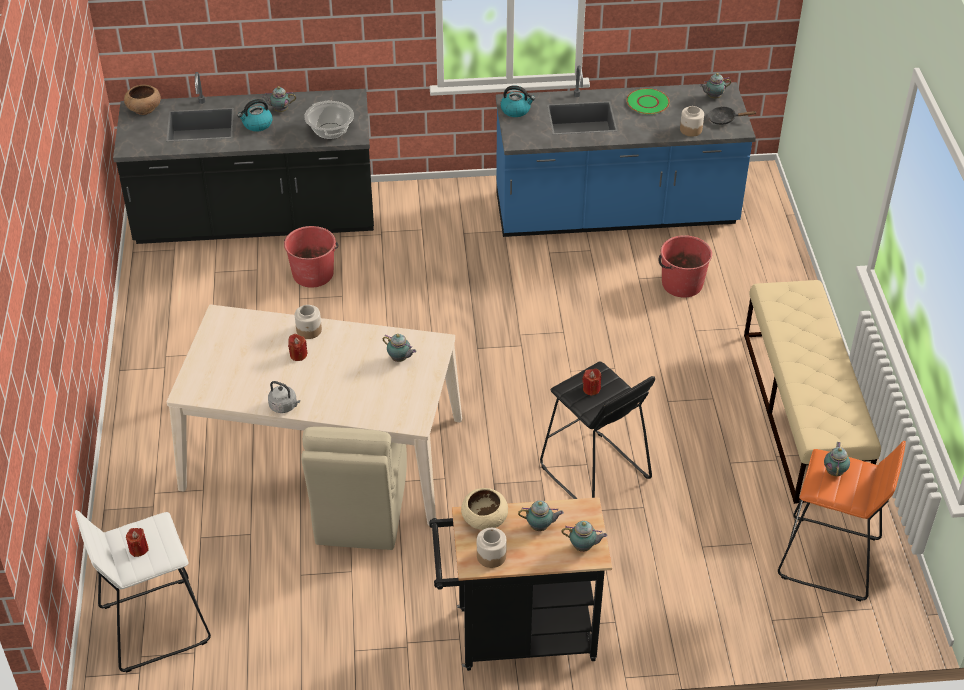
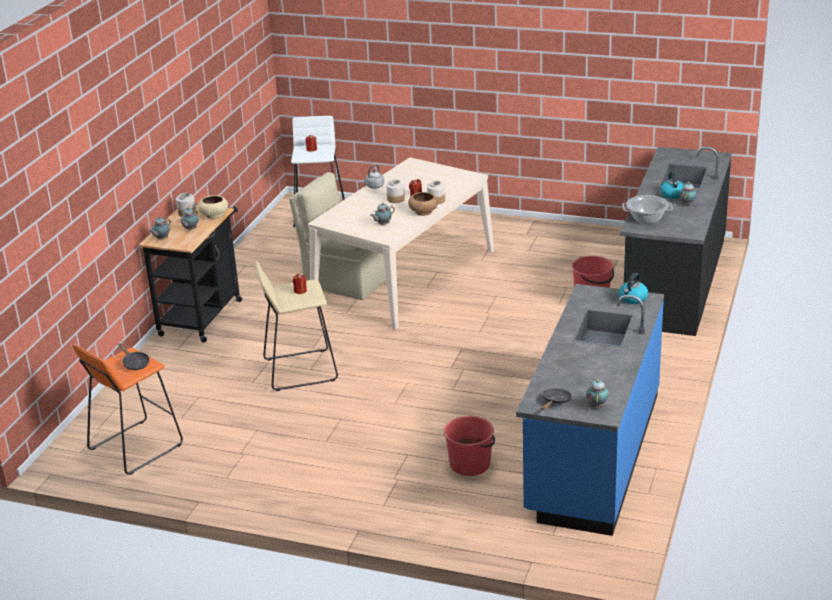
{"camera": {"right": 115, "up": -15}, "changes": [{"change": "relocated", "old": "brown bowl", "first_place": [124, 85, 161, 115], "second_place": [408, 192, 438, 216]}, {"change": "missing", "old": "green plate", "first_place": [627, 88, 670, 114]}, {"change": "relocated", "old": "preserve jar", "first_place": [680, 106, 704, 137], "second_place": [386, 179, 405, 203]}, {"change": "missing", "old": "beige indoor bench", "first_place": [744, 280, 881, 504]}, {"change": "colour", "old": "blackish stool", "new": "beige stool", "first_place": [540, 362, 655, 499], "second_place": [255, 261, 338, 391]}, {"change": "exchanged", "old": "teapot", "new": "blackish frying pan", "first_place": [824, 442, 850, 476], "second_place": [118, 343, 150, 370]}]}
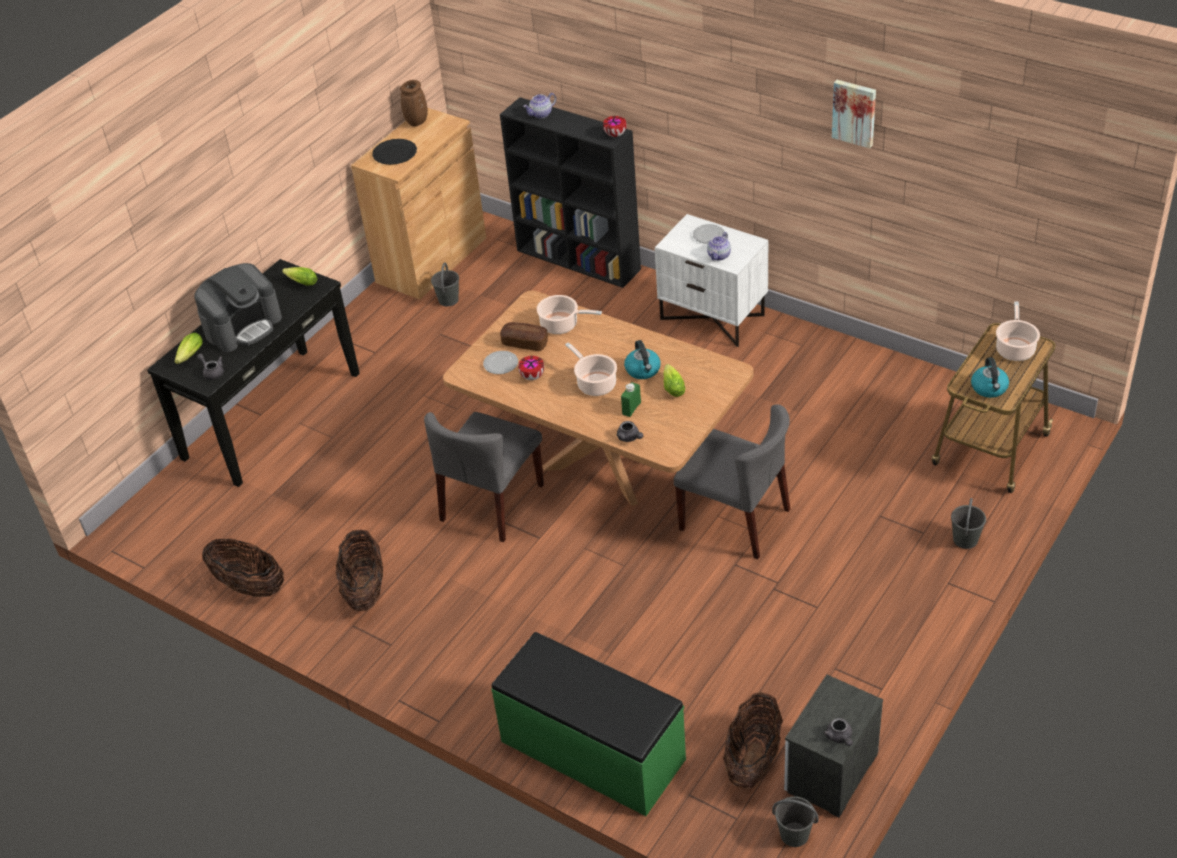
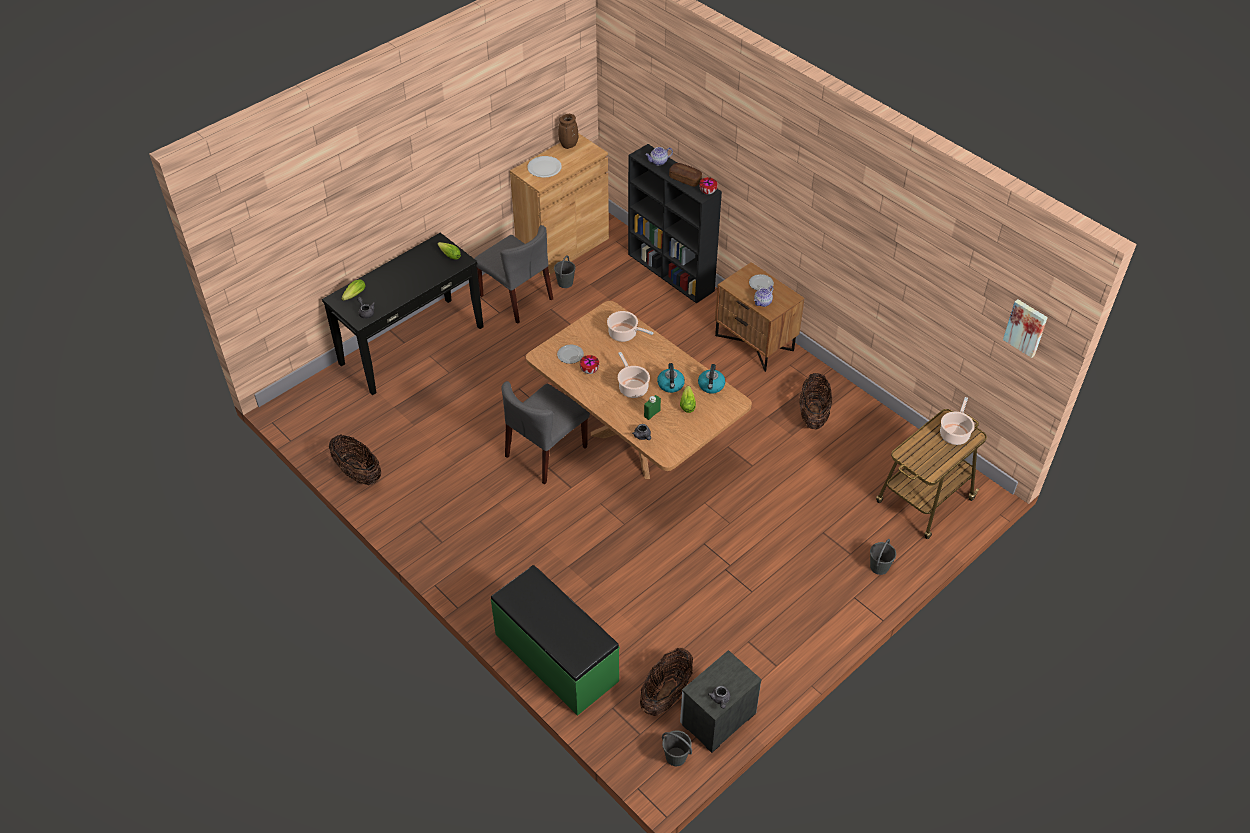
{"camera": {"right": 10, "up": 5}, "changes": [{"change": "relocated", "old": "wall art", "first_place": [832, 80, 876, 148], "second_place": [1003, 299, 1048, 358]}, {"change": "colour", "old": "blackish plate", "new": "white-coloured plate", "first_place": [372, 139, 417, 165], "second_place": [528, 156, 562, 178]}, {"change": "colour", "old": "white-coloured night table", "new": "brown night table", "first_place": [655, 214, 768, 347], "second_place": [715, 262, 804, 372]}, {"change": "missing", "old": "coffee maker", "first_place": [194, 263, 282, 352]}, {"change": "relocated", "old": "bakery bread", "first_place": [500, 322, 548, 351], "second_place": [669, 163, 702, 187]}, {"change": "relocated", "old": "tea kettle", "first_place": [971, 357, 1009, 398], "second_place": [698, 364, 725, 394]}, {"change": "relocated", "old": "greyish upright chair", "first_place": [674, 404, 790, 559], "second_place": [474, 225, 553, 324]}, {"change": "relocated", "old": "basket", "first_place": [336, 530, 383, 611], "second_place": [799, 373, 832, 430]}]}
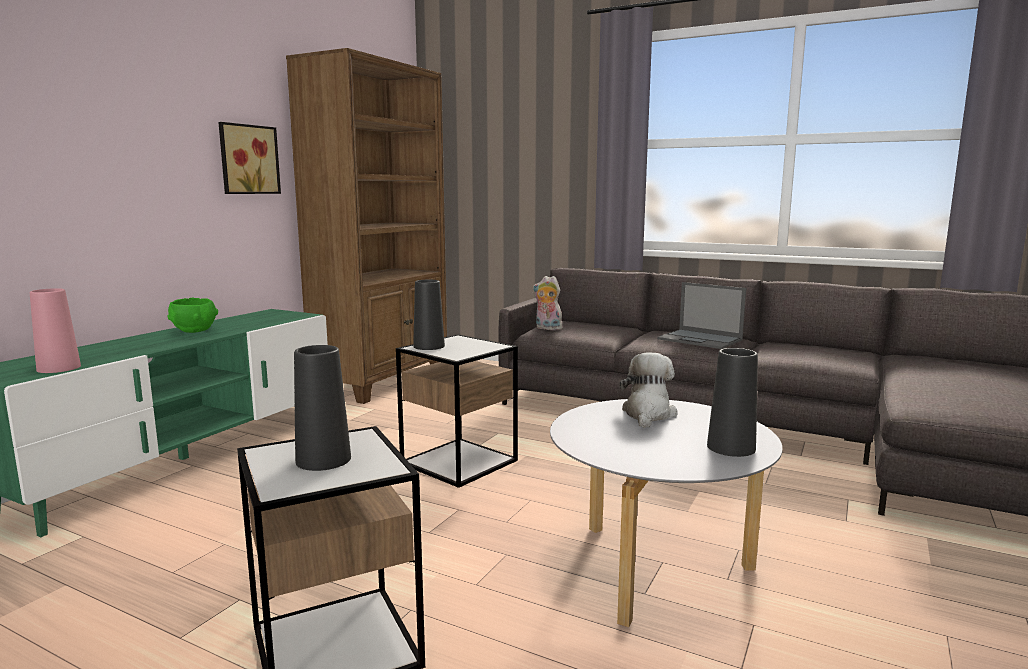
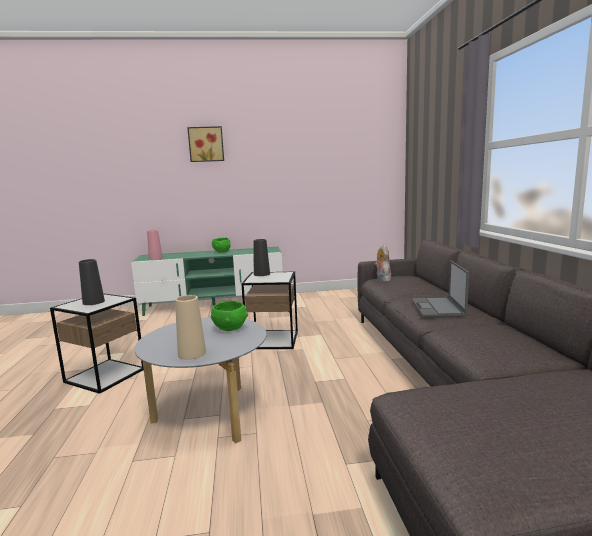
{"camera": {"right": 55, "up": 0}, "changes": [{"change": "missing", "old": "brown shelving unit", "first_place": [286, 48, 447, 404]}, {"change": "relocated", "old": "wall art", "first_place": [218, 122, 281, 194], "second_place": [187, 126, 224, 162]}, {"change": "colour", "old": "blackish flower vase", "new": "beige flower vase", "first_place": [707, 348, 758, 457], "second_place": [175, 295, 206, 360]}, {"change": "exchanged", "old": "cuddly toy", "new": "green bowl", "first_place": [619, 352, 678, 428], "second_place": [211, 301, 248, 331]}]}
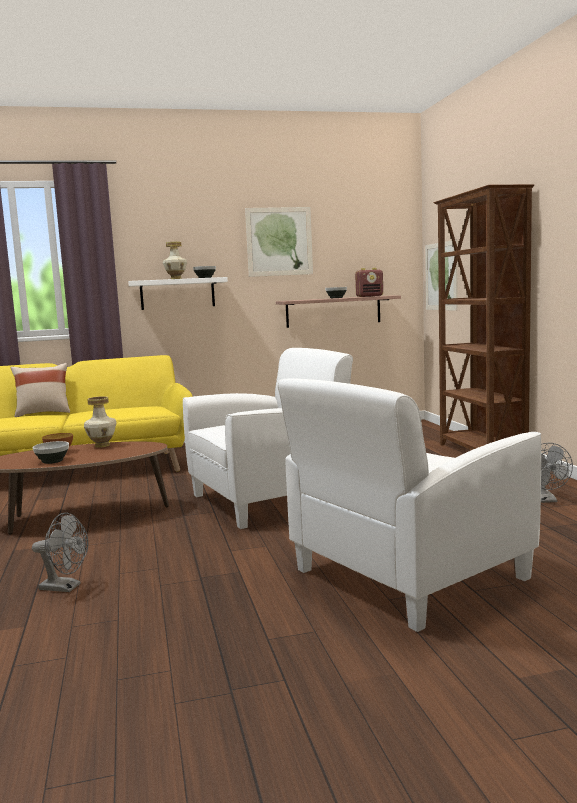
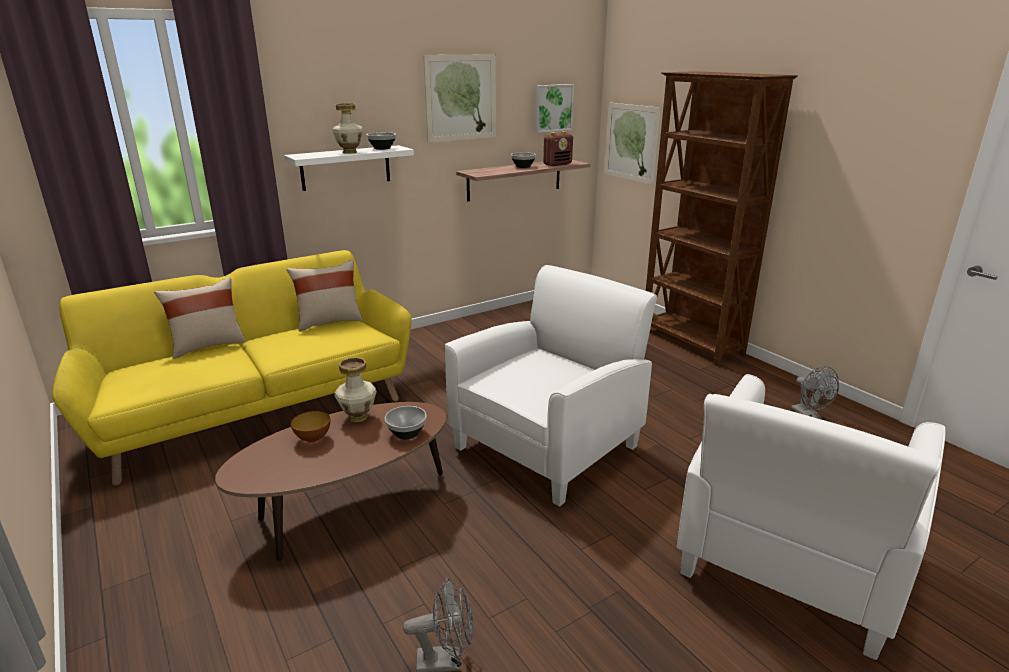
{"camera": {"right": -20, "up": 15}, "changes": [{"change": "relocated", "old": "bowl", "first_place": [32, 441, 69, 464], "second_place": [385, 406, 427, 439]}, {"change": "appeared", "new": "wall art", "second_place": [535, 84, 574, 133]}, {"change": "appeared", "new": "beige cushion", "second_place": [287, 260, 363, 332]}]}
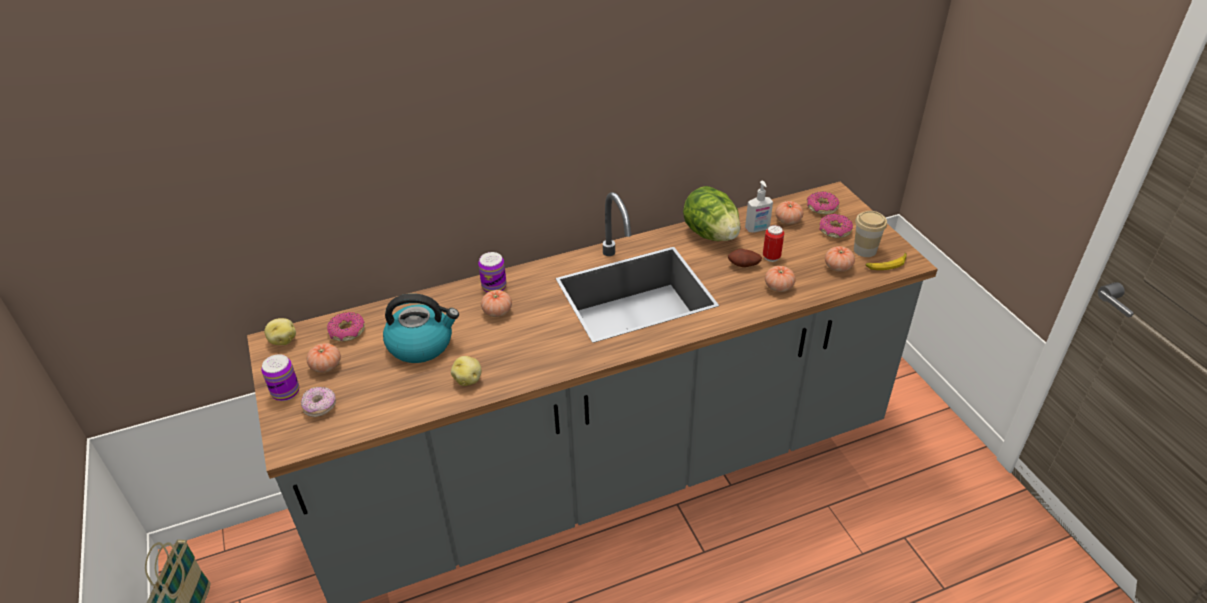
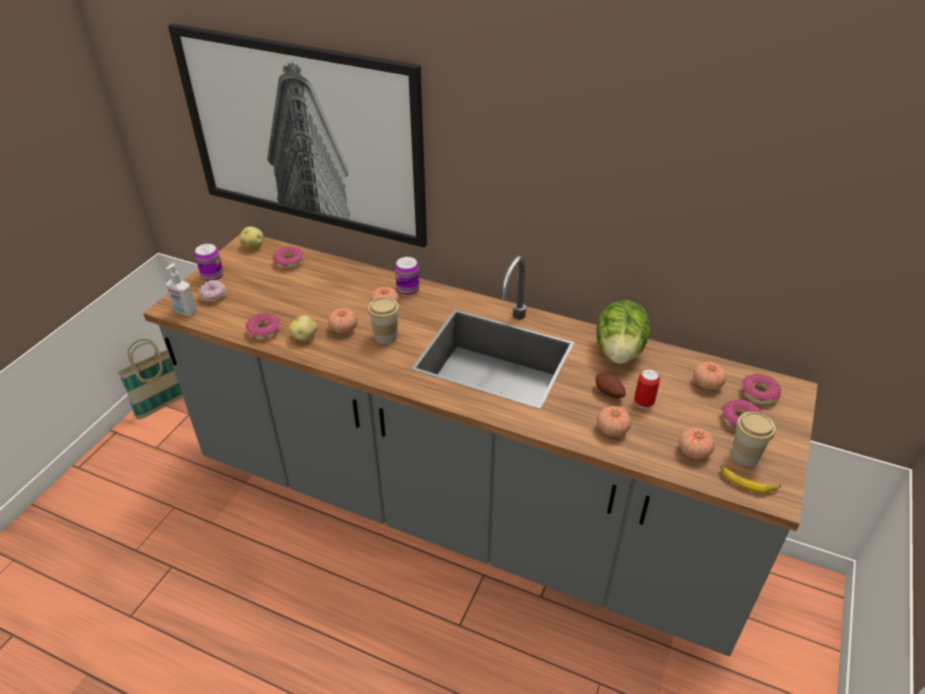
{"camera": {"right": 45, "up": 0}, "changes": [{"change": "relocated", "old": "soap dispenser", "first_place": [745, 181, 773, 233], "second_place": [166, 263, 197, 316]}, {"change": "missing", "old": "tea kettle", "first_place": [383, 294, 459, 363]}, {"change": "relocated", "old": "fresh tomato", "first_place": [306, 343, 341, 373], "second_place": [328, 308, 358, 334]}, {"change": "appeared", "new": "wall art", "second_place": [168, 23, 427, 248]}, {"change": "appeared", "new": "small cup", "second_place": [368, 297, 399, 344]}, {"change": "appeared", "new": "doughnut", "second_place": [245, 313, 281, 340]}]}
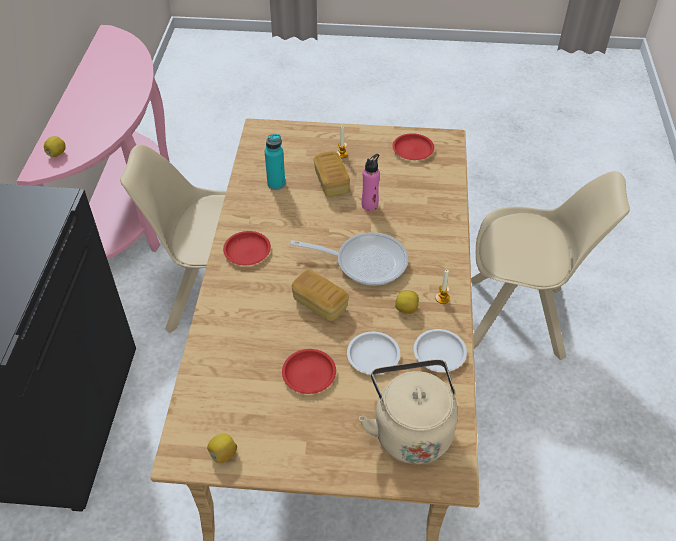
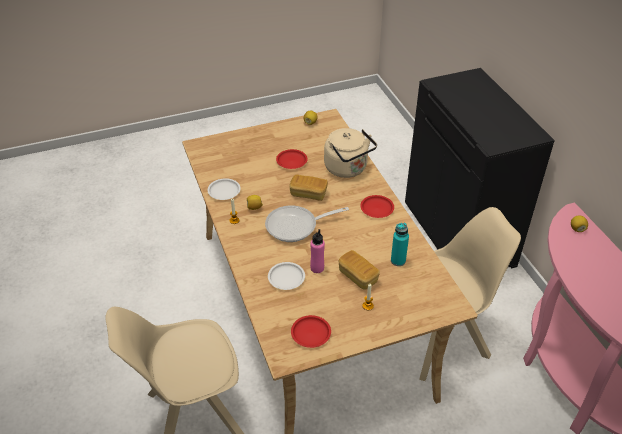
{"camera": {"right": 155, "up": -5}, "changes": [{"change": "relocated", "old": "white-coloured plate", "first_place": [347, 332, 400, 375], "second_place": [268, 262, 305, 290]}, {"change": "relocated", "old": "beige tea kettle", "first_place": [359, 359, 458, 464], "second_place": [324, 128, 377, 178]}]}
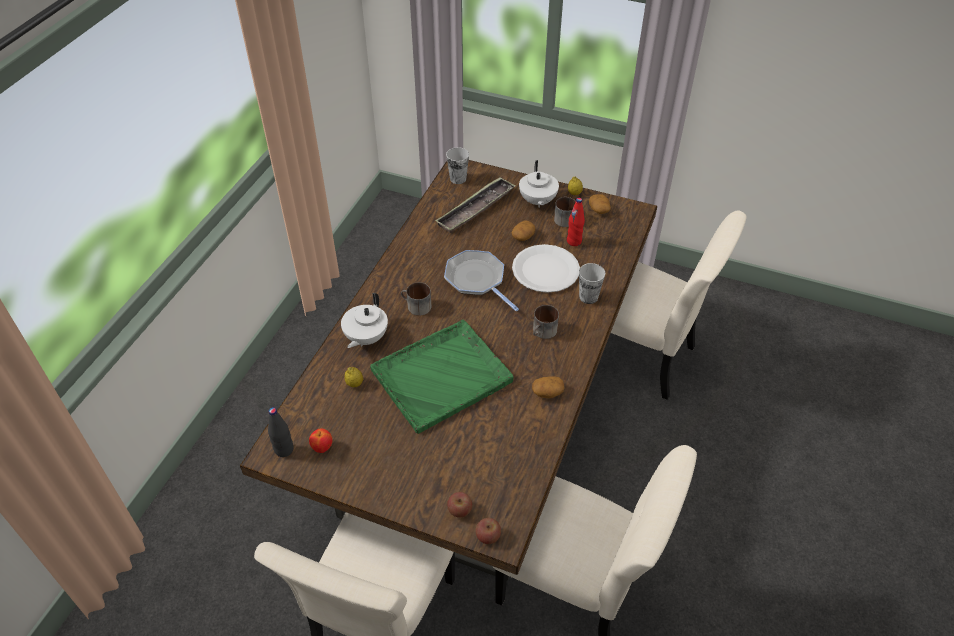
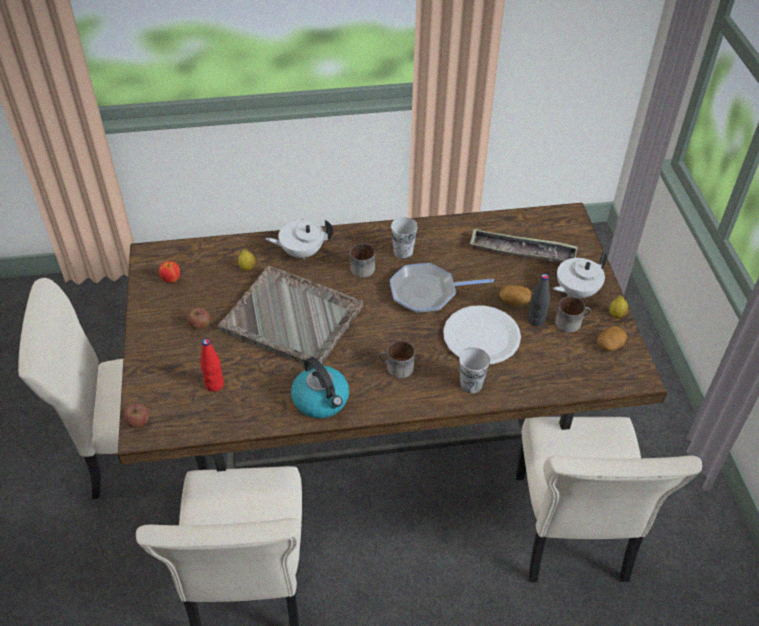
{"camera": {"right": 60, "up": 0}, "changes": [{"change": "relocated", "old": "small cup", "first_place": [446, 147, 469, 184], "second_place": [391, 217, 418, 259]}, {"change": "relocated", "old": "reddish bottle", "first_place": [567, 198, 585, 246], "second_place": [200, 339, 224, 392]}, {"change": "spun", "old": "frying pan", "first_place": [444, 250, 519, 311], "second_place": [390, 263, 494, 313], "degrees": -120}, {"change": "colour", "old": "green tray", "new": "greyish tray", "first_place": [370, 320, 514, 434], "second_place": [218, 266, 363, 365]}, {"change": "exchanged", "old": "whole potato", "new": "tea kettle", "first_place": [532, 376, 565, 398], "second_place": [291, 357, 349, 418]}, {"change": "relocated", "old": "blackish bottle", "first_place": [268, 407, 294, 457], "second_place": [528, 274, 550, 326]}, {"change": "relocated", "old": "whole apple", "first_place": [447, 492, 472, 518], "second_place": [187, 307, 210, 330]}]}
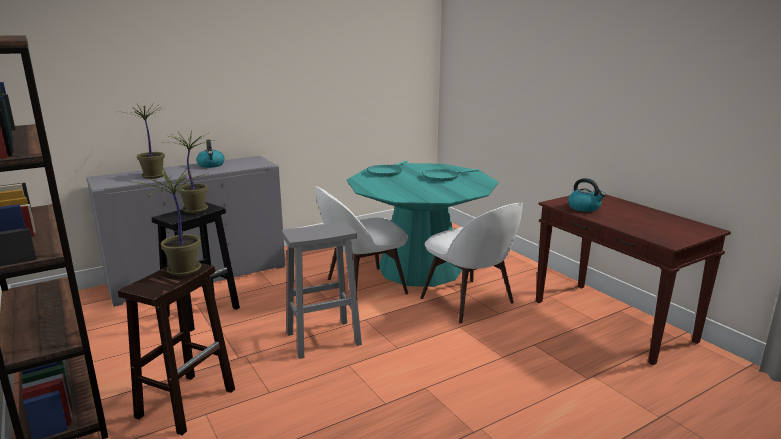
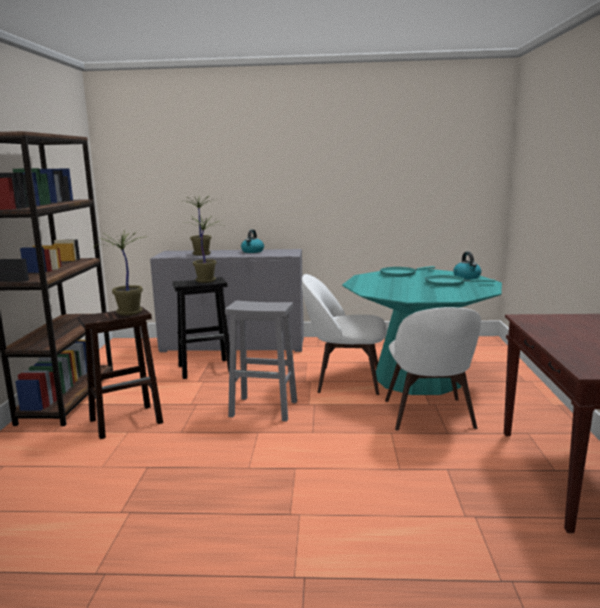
{"camera": {"right": 35, "up": -5}, "changes": [{"change": "relocated", "old": "tea kettle", "first_place": [568, 178, 606, 212], "second_place": [453, 252, 481, 279]}]}
